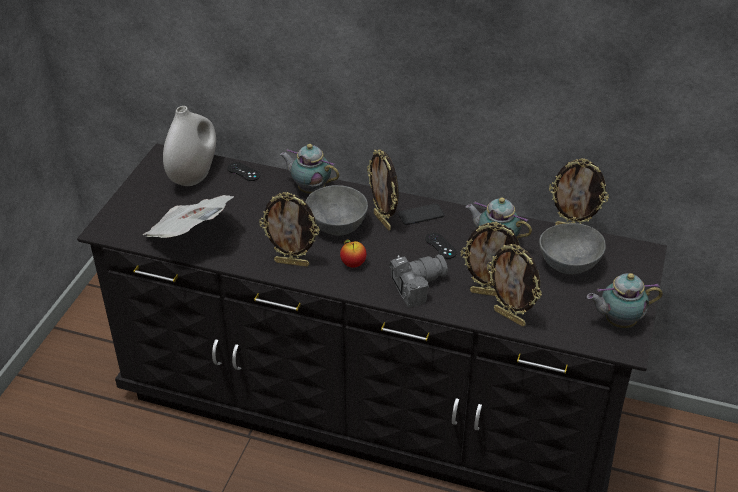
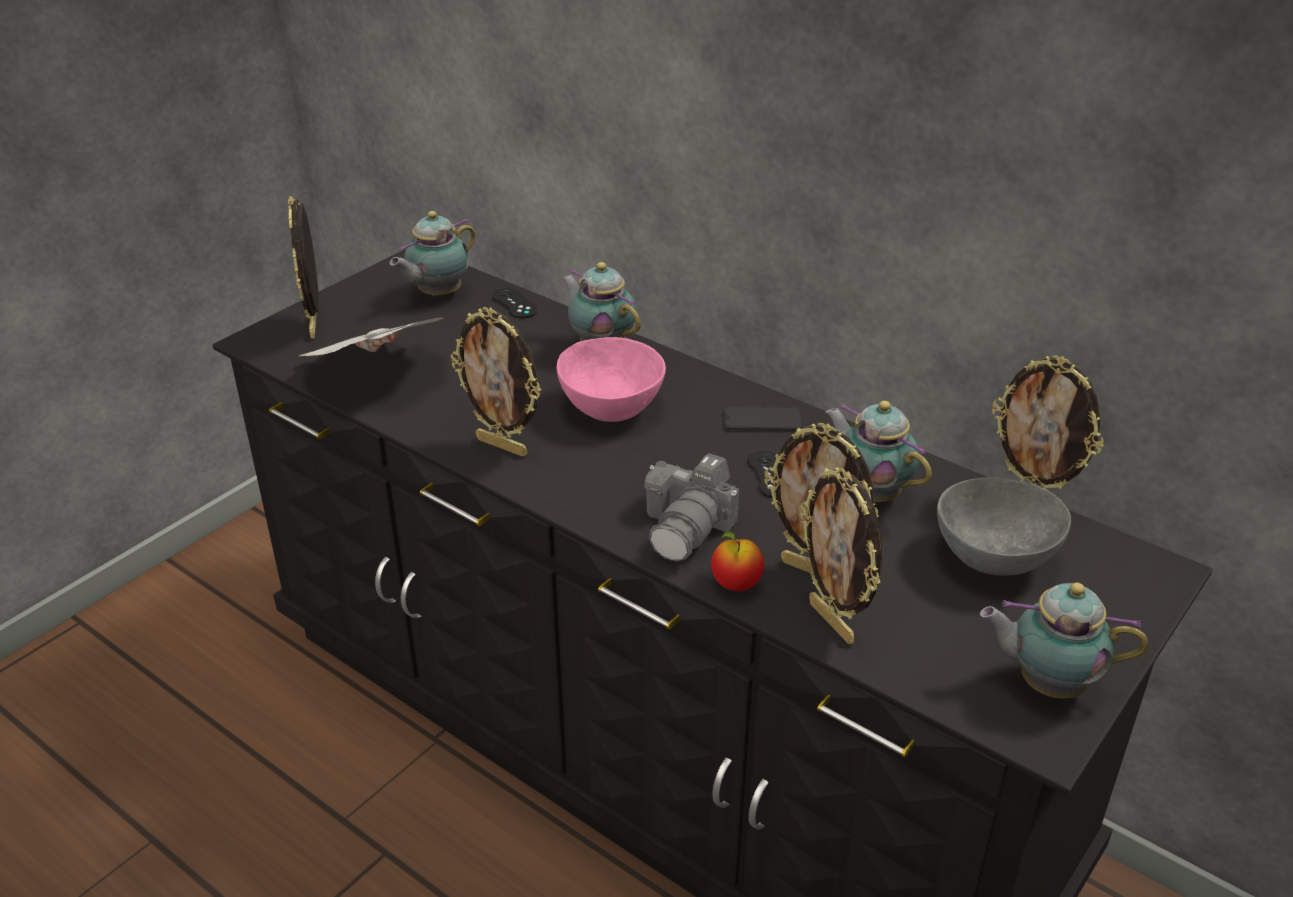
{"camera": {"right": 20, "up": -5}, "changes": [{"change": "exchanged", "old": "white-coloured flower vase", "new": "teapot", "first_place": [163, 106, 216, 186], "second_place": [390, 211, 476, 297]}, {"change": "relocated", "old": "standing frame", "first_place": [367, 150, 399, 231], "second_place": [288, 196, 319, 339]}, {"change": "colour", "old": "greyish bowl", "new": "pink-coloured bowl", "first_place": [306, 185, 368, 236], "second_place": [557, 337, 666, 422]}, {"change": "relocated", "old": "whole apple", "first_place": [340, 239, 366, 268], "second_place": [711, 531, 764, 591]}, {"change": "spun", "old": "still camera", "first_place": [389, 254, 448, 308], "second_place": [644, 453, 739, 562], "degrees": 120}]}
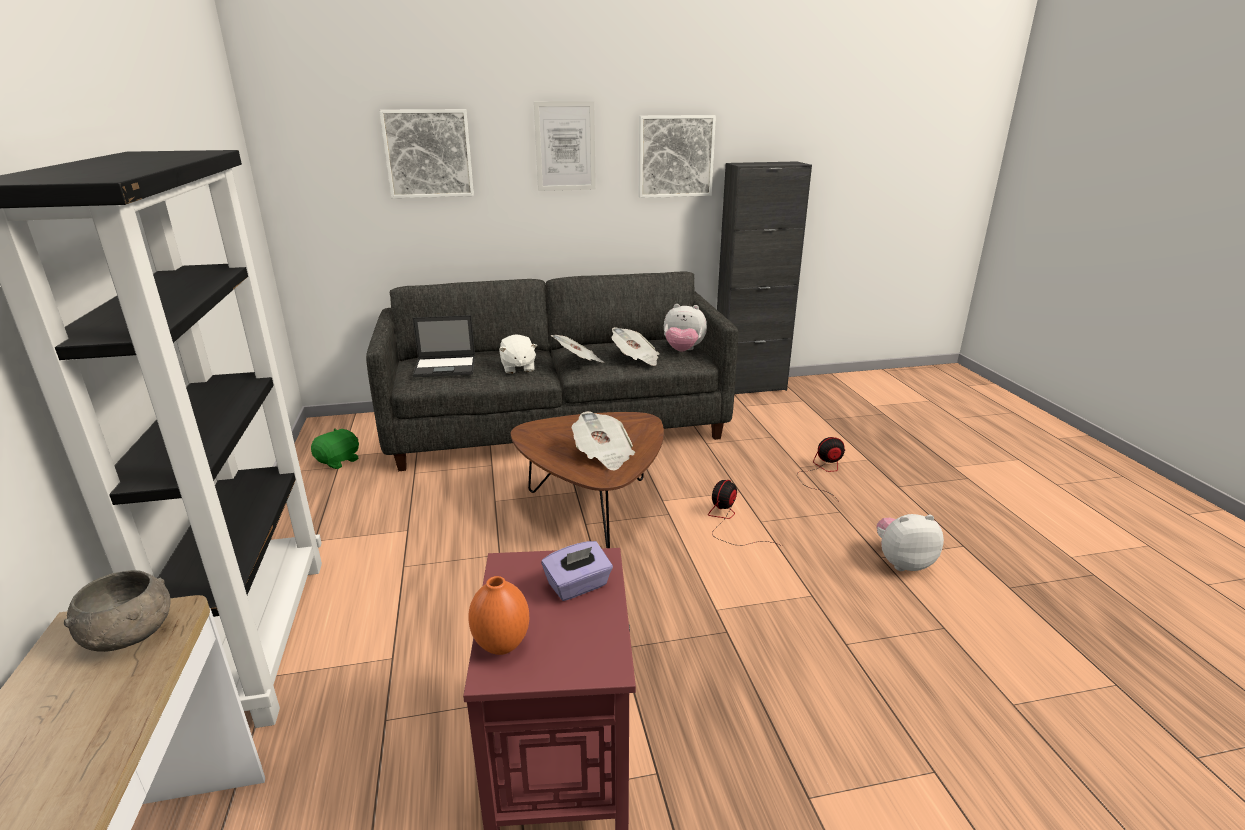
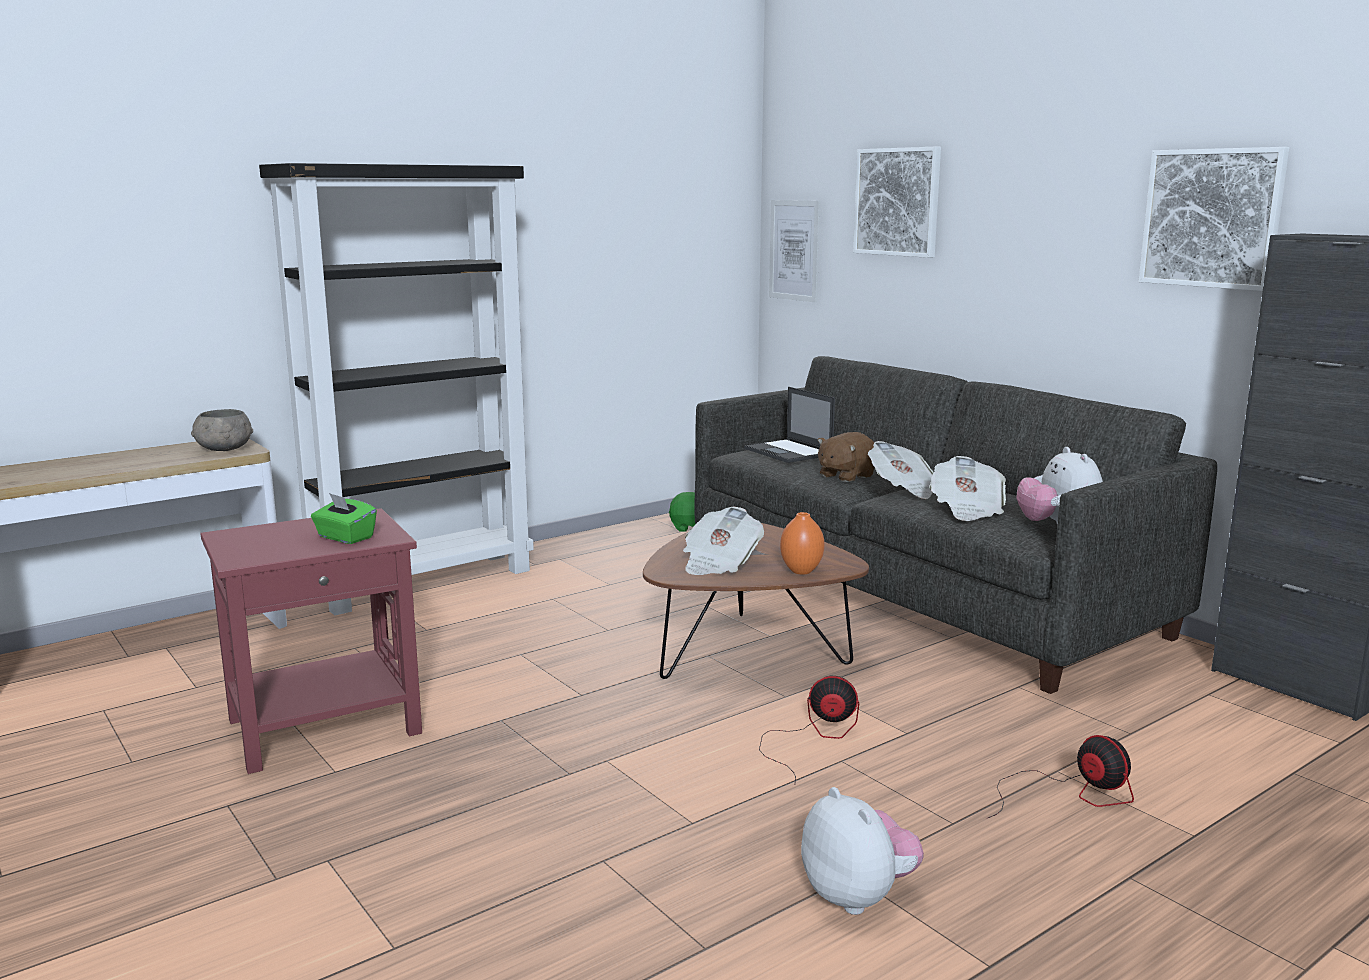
{"camera": {"right": 65, "up": -10}, "changes": [{"change": "relocated", "old": "wall art", "first_place": [534, 101, 596, 191], "second_place": [769, 200, 820, 303]}, {"change": "colour", "old": "white-coloured cuddly toy", "new": "brown cuddly toy", "first_place": [499, 334, 537, 374], "second_place": [818, 432, 874, 482]}, {"change": "colour", "old": "purple tissue holder", "new": "green tissue holder", "first_place": [542, 541, 613, 601], "second_place": [311, 493, 377, 544]}, {"change": "relocated", "old": "orange flower vase", "first_place": [468, 576, 530, 655], "second_place": [780, 512, 825, 574]}]}
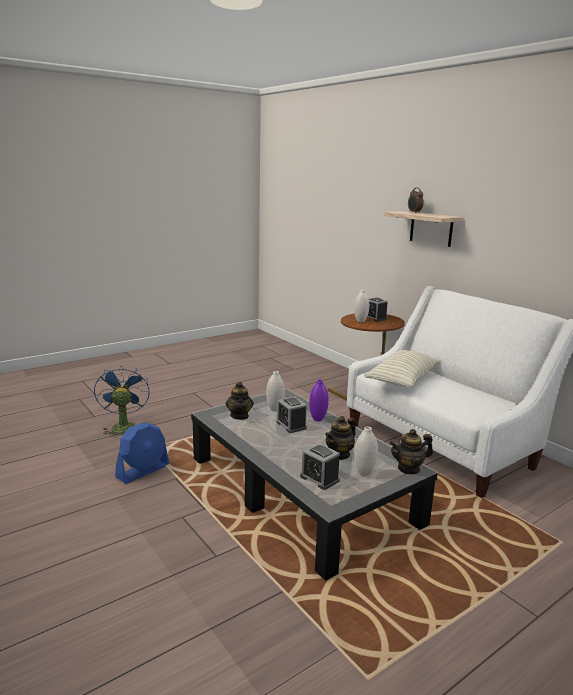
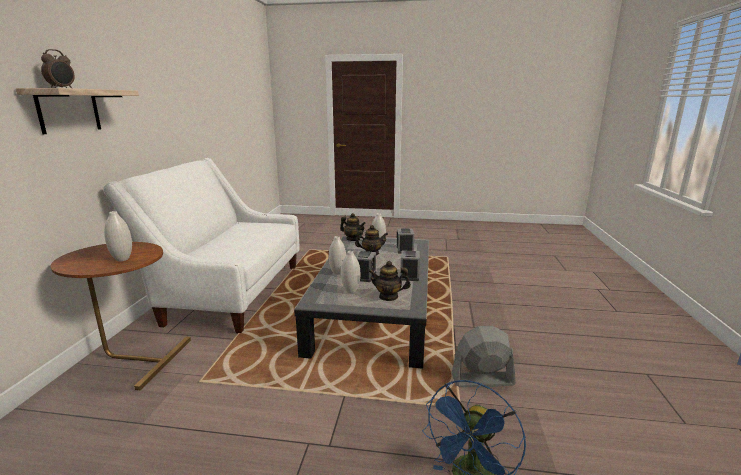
{"camera": {"right": -135, "up": 0}, "changes": [{"change": "relocated", "old": "table clock", "first_place": [367, 298, 388, 322], "second_place": [400, 250, 420, 281]}, {"change": "missing", "old": "cushion", "first_place": [364, 350, 441, 388]}, {"change": "colour", "old": "purple flower vase", "new": "white-coloured flower vase", "first_place": [309, 380, 329, 421], "second_place": [329, 236, 346, 275]}, {"change": "spun", "old": "teapot", "first_place": [226, 382, 254, 420], "second_place": [368, 261, 411, 301], "degrees": -120}, {"change": "colour", "old": "blue-coloured fan", "new": "greyish fan", "first_place": [115, 423, 170, 484], "second_place": [451, 326, 516, 387]}]}
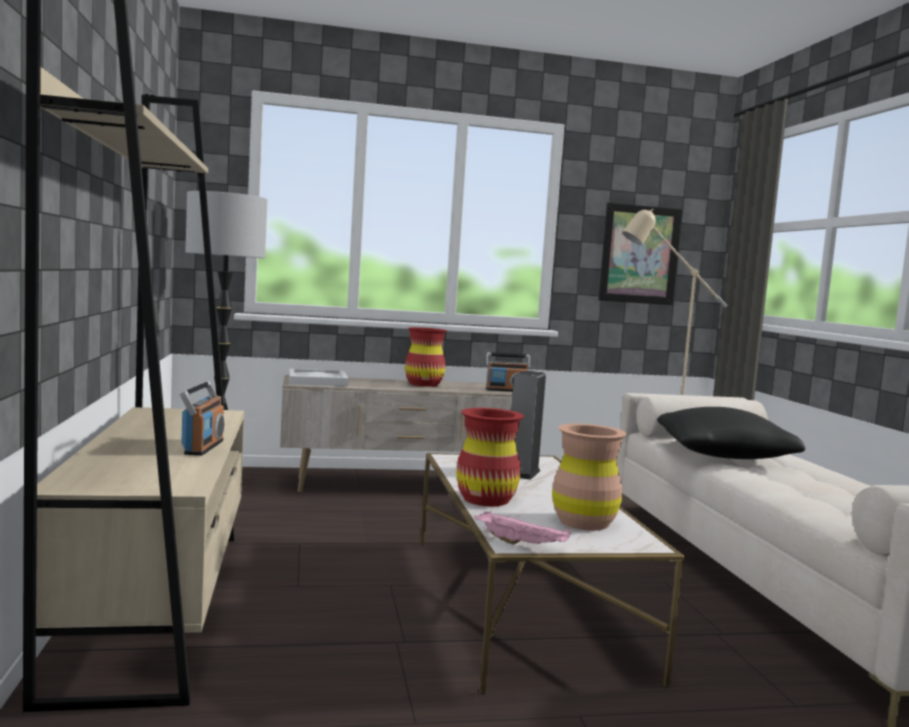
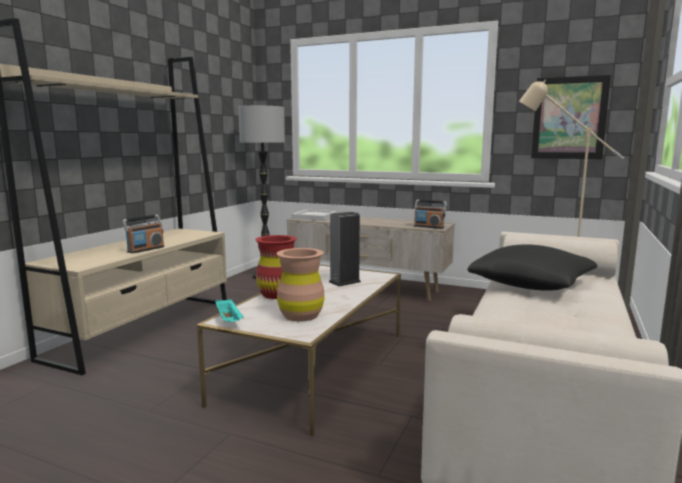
{"camera": {"right": 35, "up": 5}, "changes": [{"change": "missing", "old": "reddish flower vase", "first_place": [405, 327, 447, 387]}, {"change": "colour", "old": "pink-coloured tray", "new": "blue-green tray", "first_place": [474, 511, 571, 545], "second_place": [215, 299, 244, 322]}]}
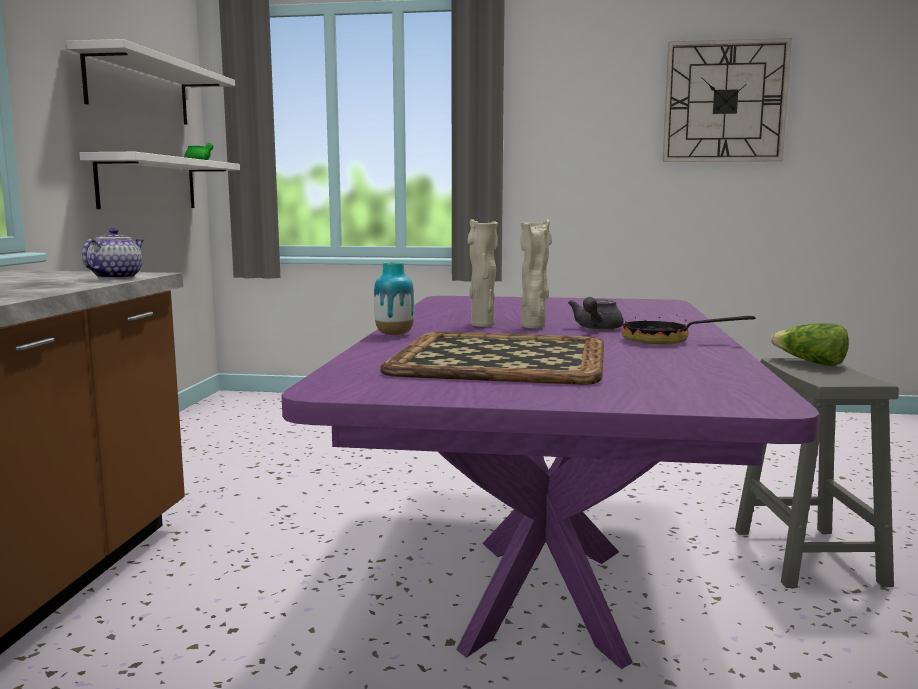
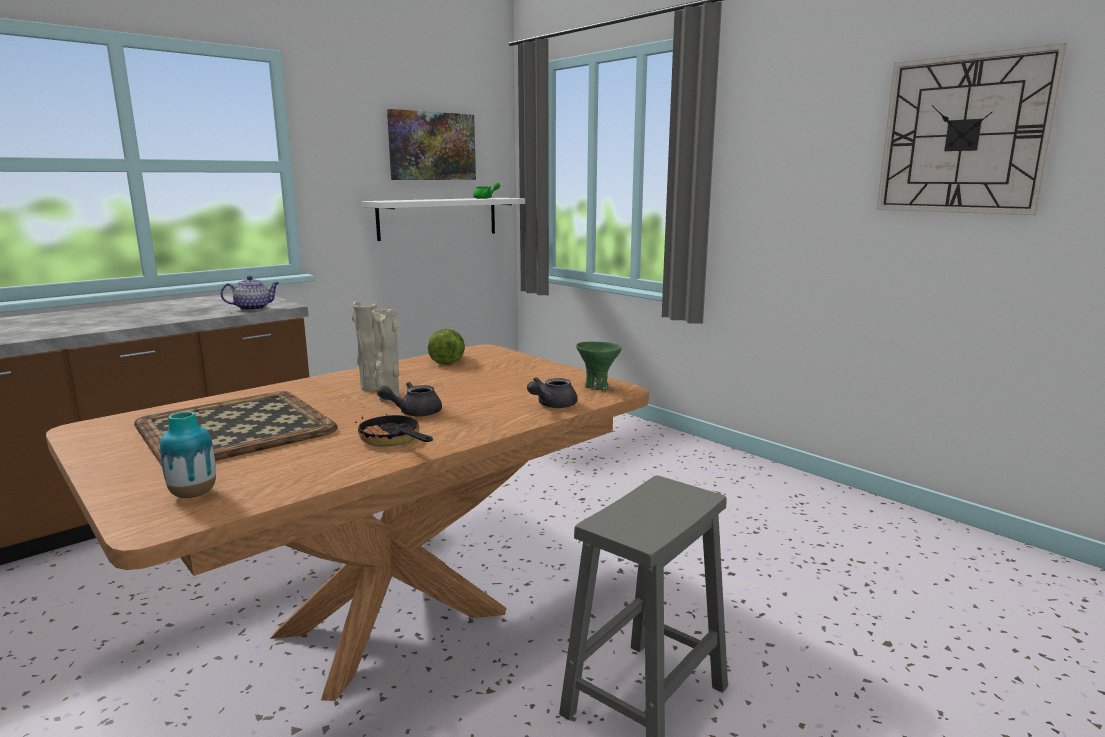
{"camera": {"right": 40, "up": 5}, "changes": [{"change": "exchanged", "old": "white-coloured wall shelf", "new": "wall art", "first_place": [66, 39, 235, 125], "second_place": [387, 109, 476, 180]}, {"change": "relocated", "old": "flower vase", "first_place": [374, 262, 414, 335], "second_place": [160, 411, 216, 498]}, {"change": "colour", "old": "purple dinner table", "new": "brown dinner table", "first_place": [281, 296, 820, 669], "second_place": [46, 344, 649, 701]}, {"change": "relocated", "old": "lettuce head", "first_place": [771, 323, 849, 367], "second_place": [428, 329, 465, 365]}, {"change": "appeared", "new": "green bowl", "second_place": [576, 342, 622, 390]}, {"change": "appeared", "new": "greyish teapot", "second_place": [527, 377, 578, 408]}]}
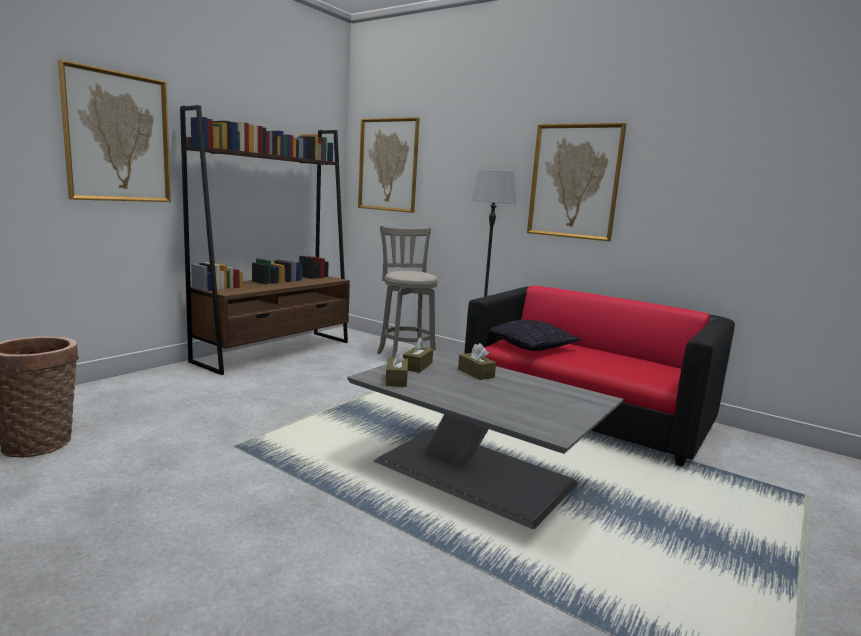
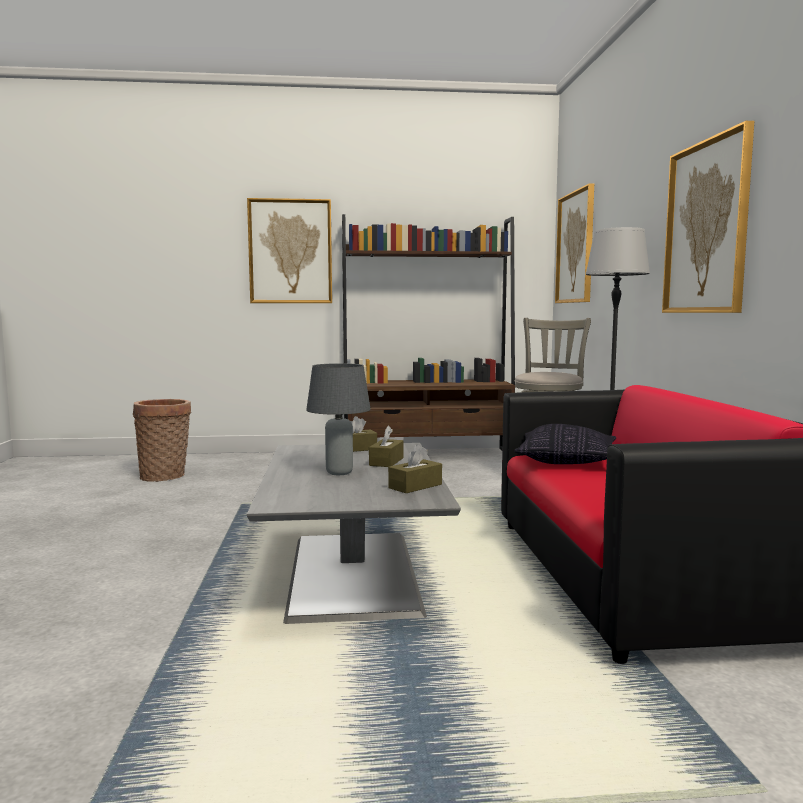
{"camera": {"right": 50, "up": -5}, "changes": [{"change": "relocated", "old": "brown tissue holder", "first_place": [385, 349, 408, 387], "second_place": [388, 445, 442, 493]}, {"change": "appeared", "new": "greyish tabletop lamp", "second_place": [306, 363, 371, 475]}]}
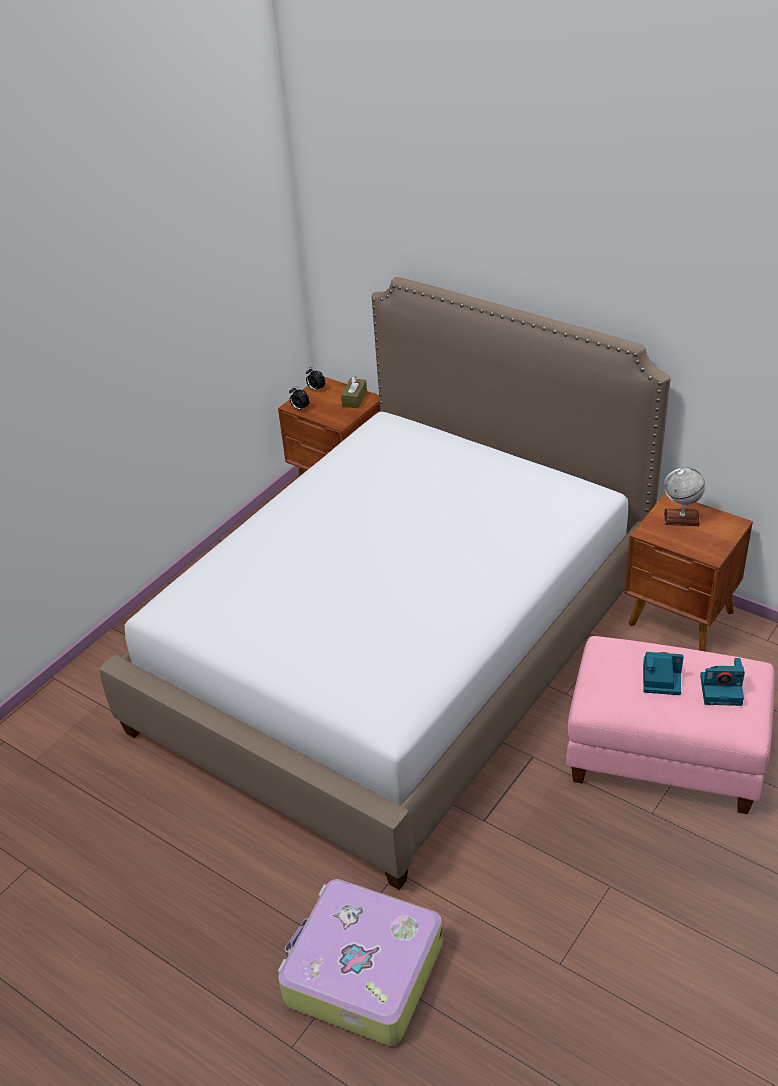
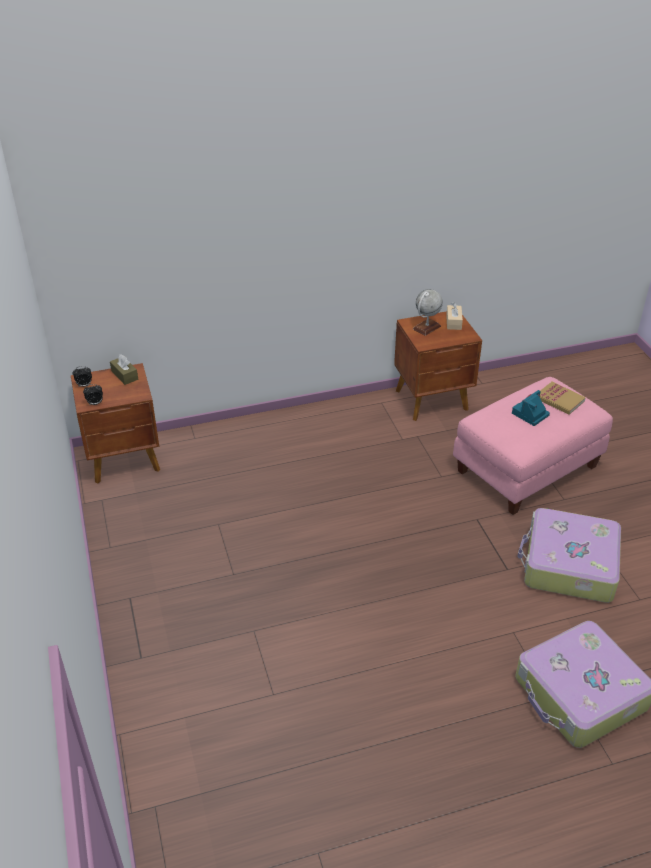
{"camera": {"right": -55, "up": 0}, "changes": [{"change": "missing", "old": "bedroom bed", "first_place": [100, 277, 670, 890]}, {"change": "exchanged", "old": "still camera", "new": "bound book", "first_place": [700, 658, 745, 706], "second_place": [540, 382, 586, 415]}, {"change": "appeared", "new": "beige tissue holder", "second_place": [446, 302, 463, 330]}, {"change": "appeared", "new": "piece of luggage", "second_place": [517, 508, 621, 603]}]}
